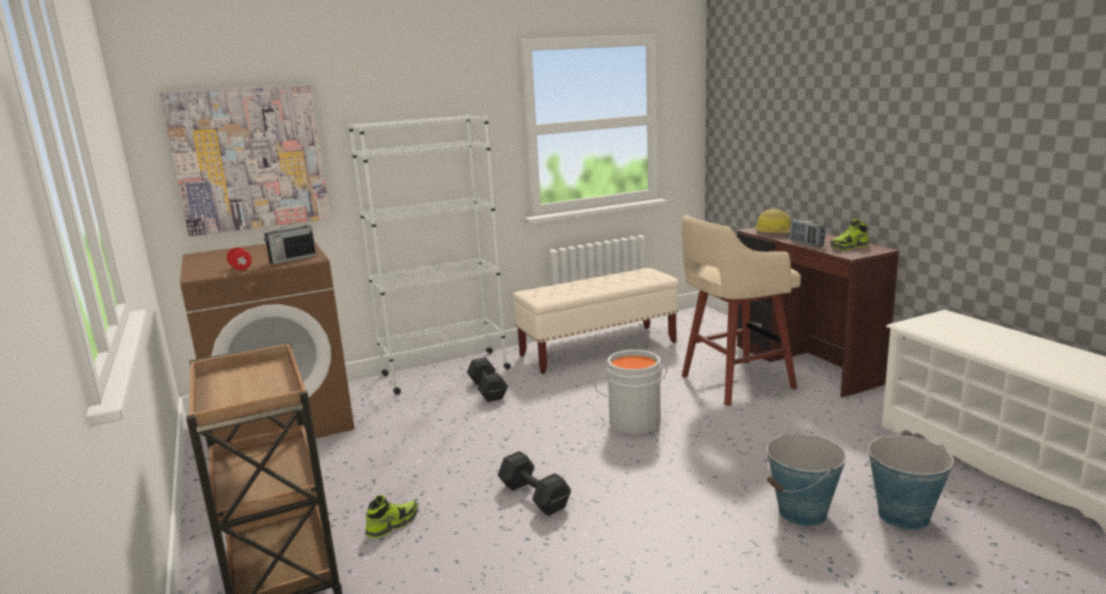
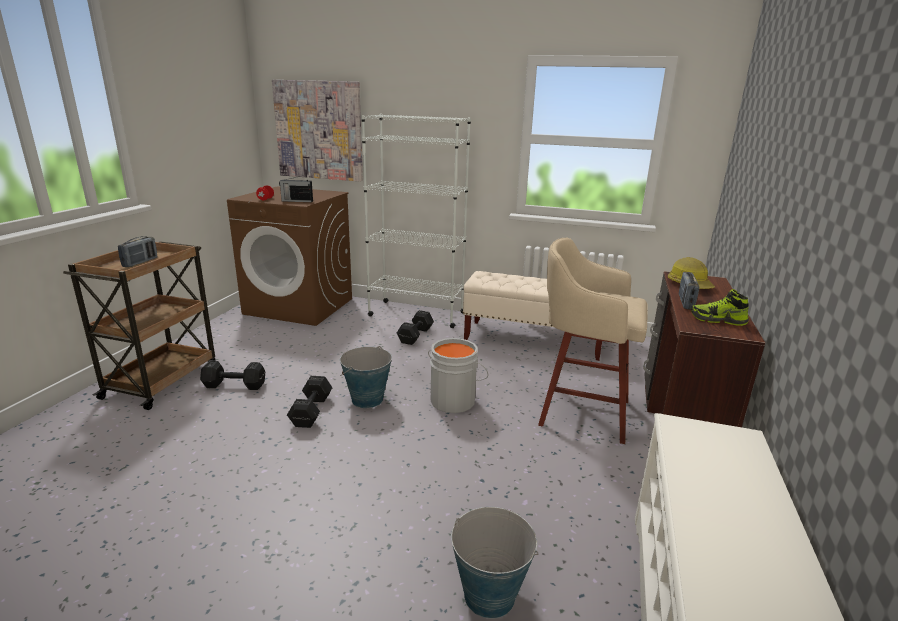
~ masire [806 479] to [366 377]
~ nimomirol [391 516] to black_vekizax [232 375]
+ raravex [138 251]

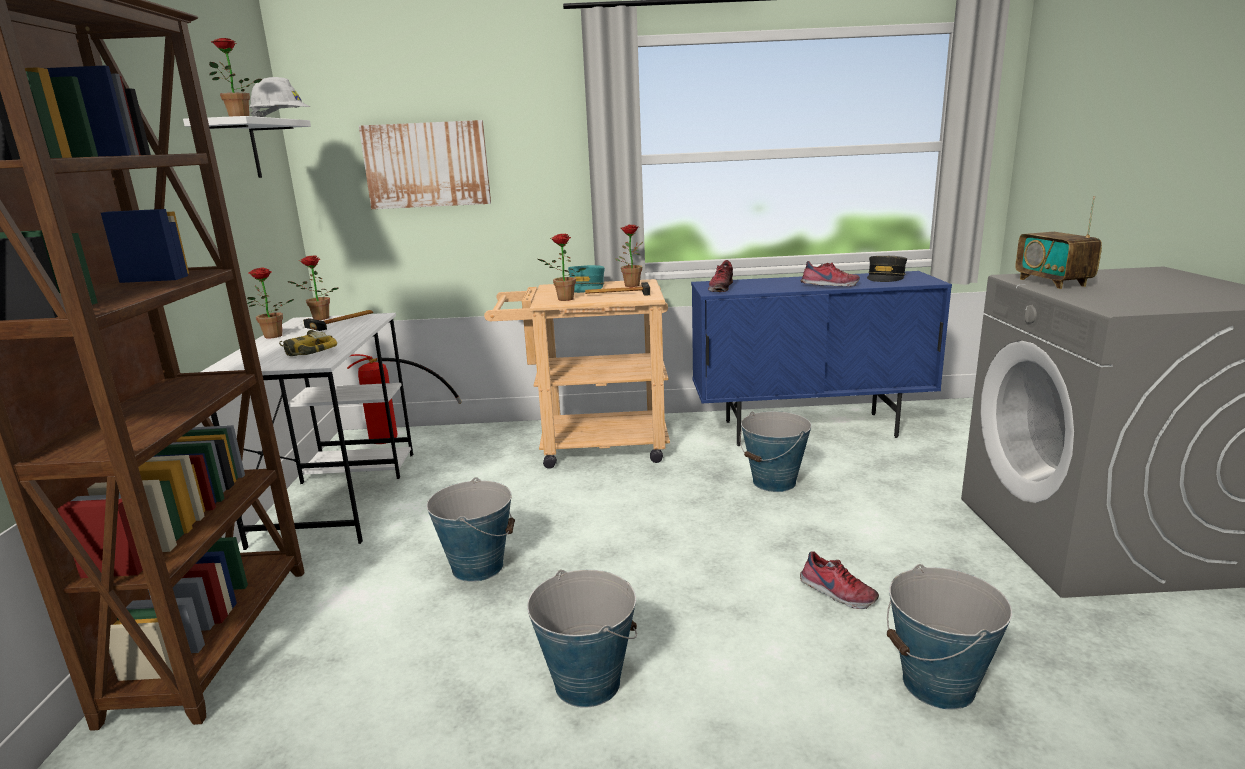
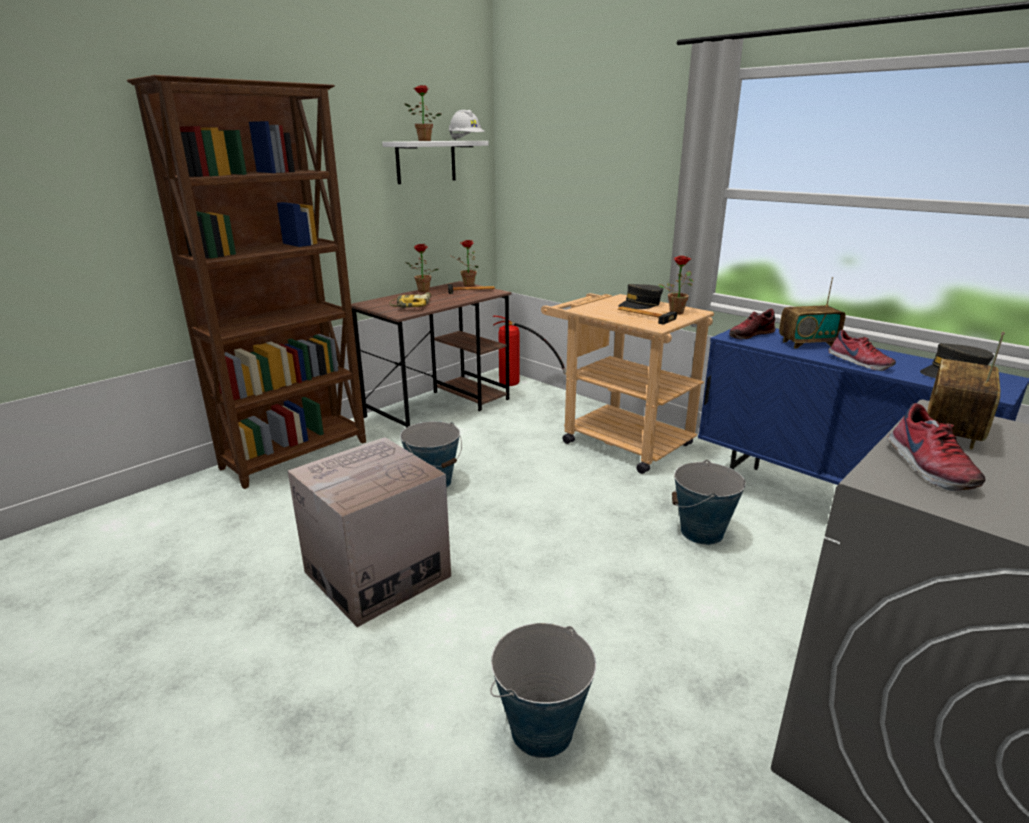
- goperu [425 164]
- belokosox [562 267]
~ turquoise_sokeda [586 279] to grey_sokeda [640 296]
~ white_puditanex [307 431] to brown_puditanex [431 354]
~ nimomirol [839 580] to [935 447]
~ masire [582 639] to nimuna [369 532]
+ raravex [812 313]

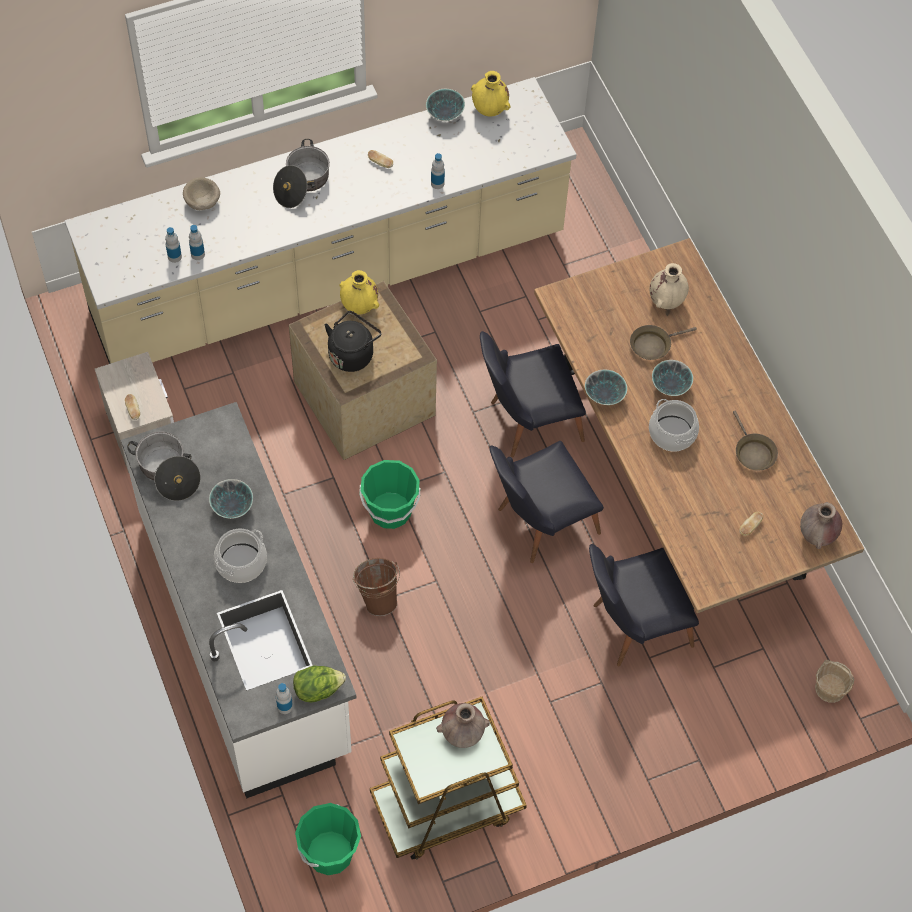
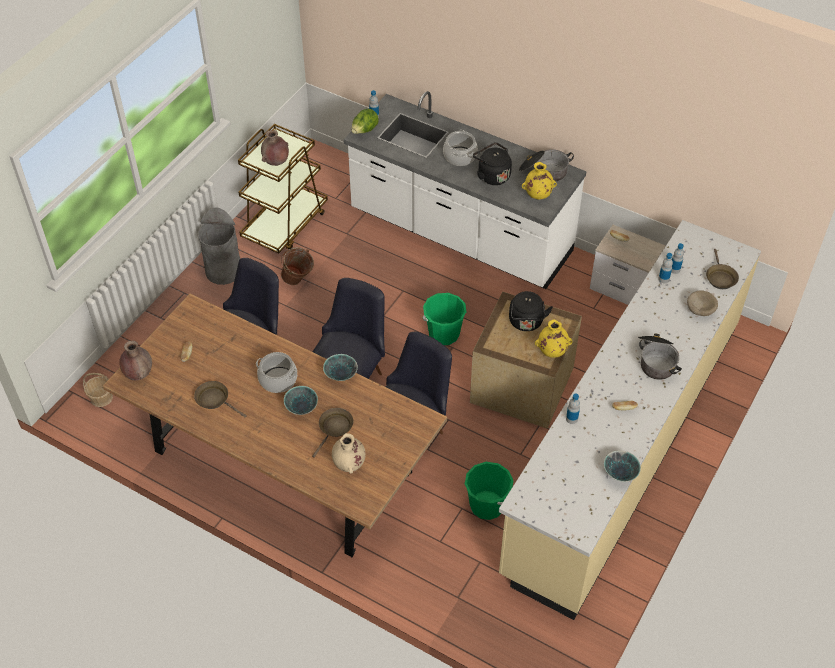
~ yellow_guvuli [491 93] to [539 180]
~ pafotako [231 499] to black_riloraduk [492 163]
~ brown_masire [376 587] to [297 266]
~ green_masire [328 839] to [489 491]
+ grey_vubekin [219 246]
+ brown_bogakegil [722 269]

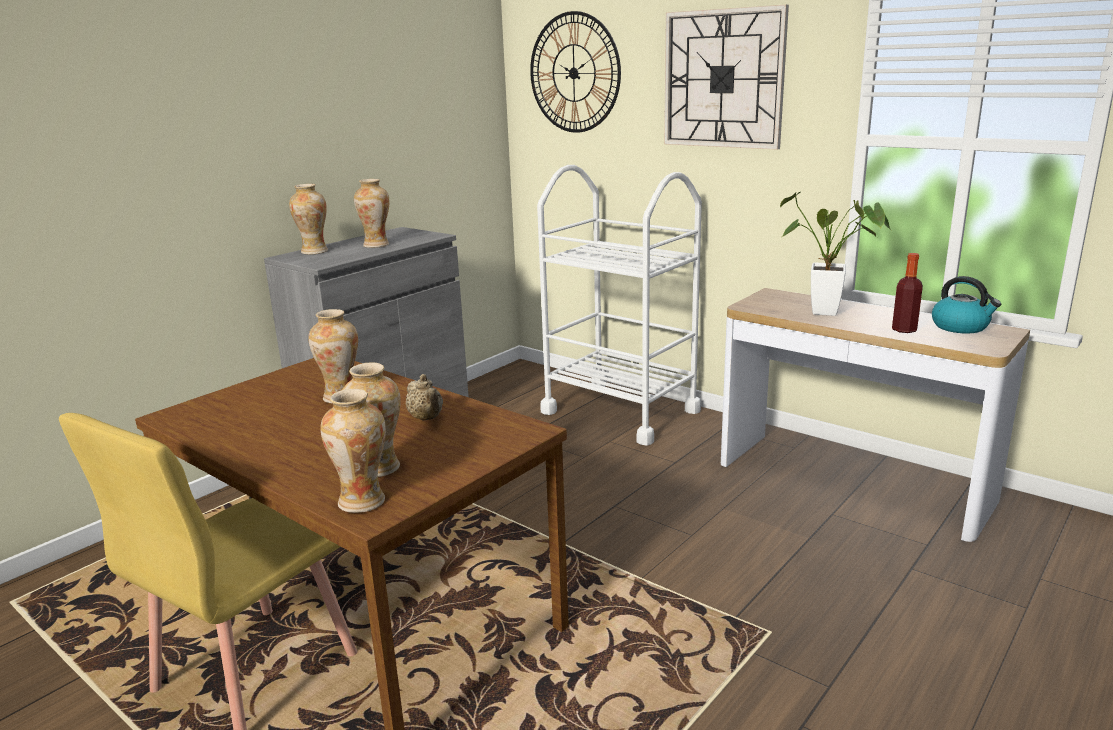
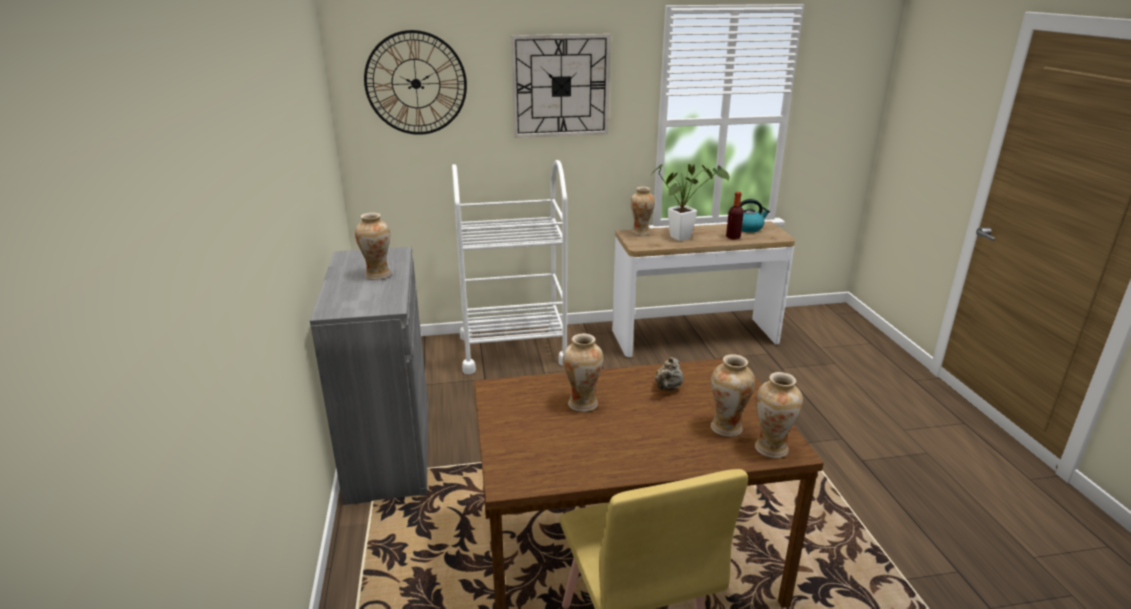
~ guvuli [308 219] to [642 211]
~ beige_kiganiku [424 397] = [669 374] 105 degrees clockwise

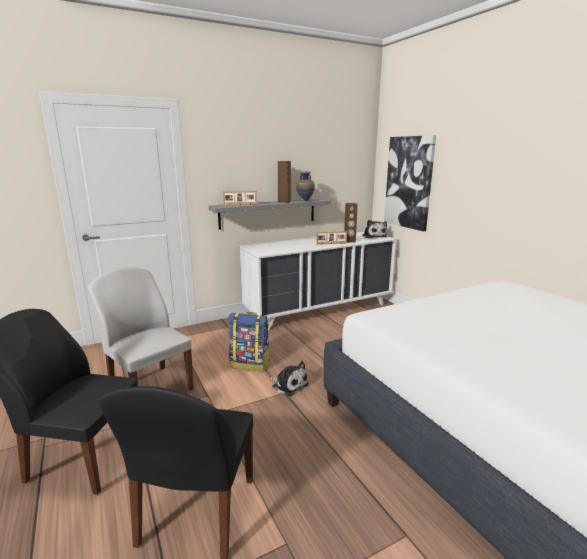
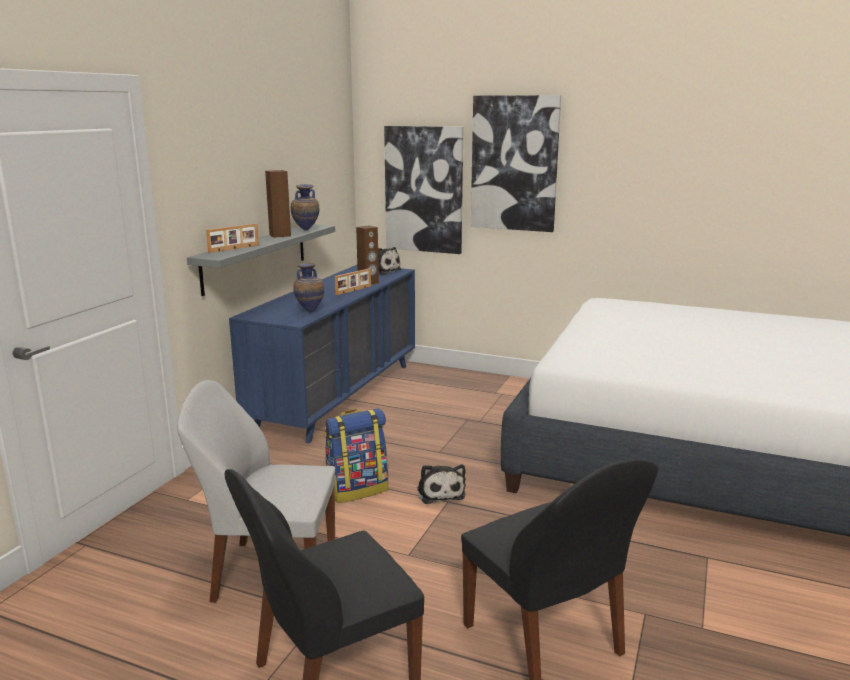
~ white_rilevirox [318 281] to blue_rilevirox [322 354]
~ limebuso [289 378] = [441 484] 75 degrees clockwise
+ goperu [516 163]
+ guvuli [308 288]

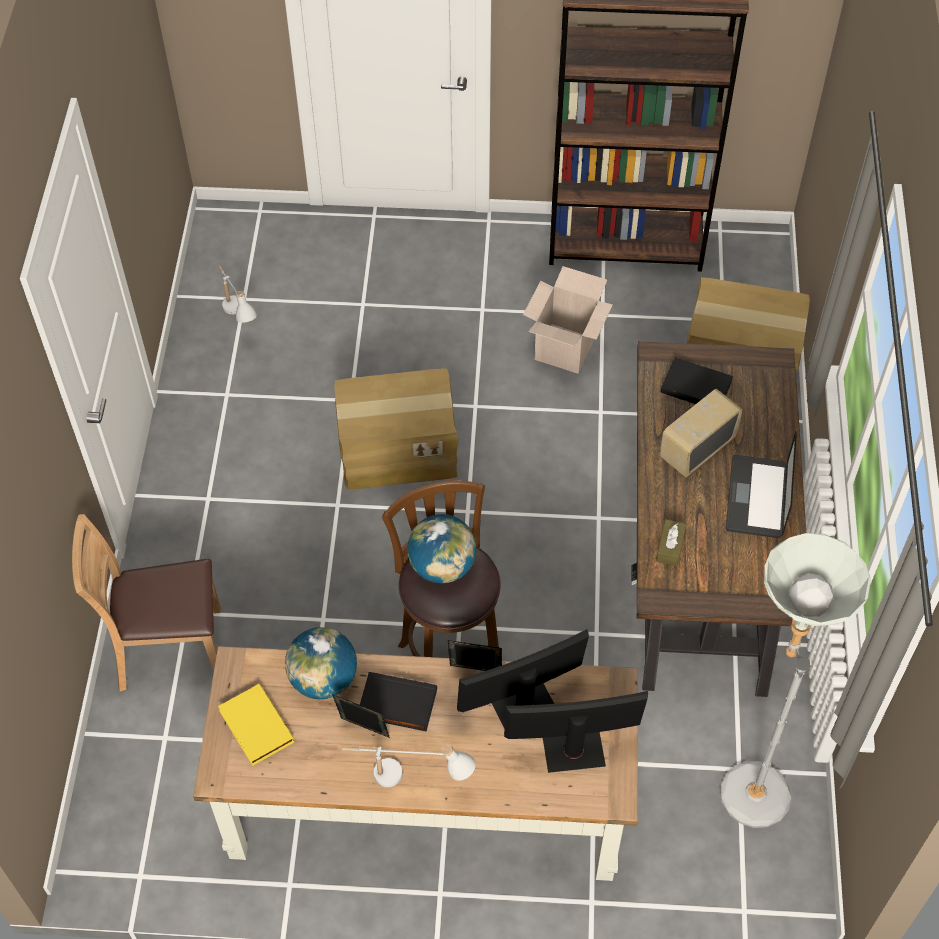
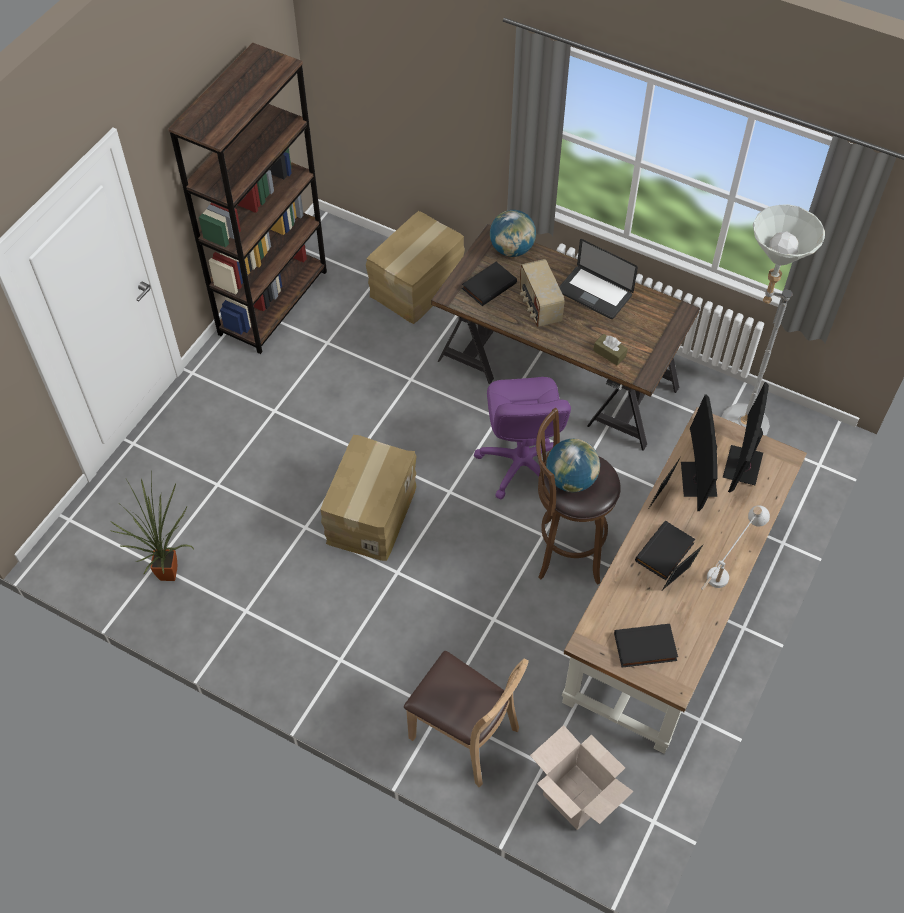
~ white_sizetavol [237 294] to belokosox [152 525]
~ nimuna [568 320] to [582 777]
~ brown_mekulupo [146 603] = [466 719] 75 degrees counterclockwise
~ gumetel [321 663] to [513 233]
~ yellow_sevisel [256 725] to black_sevisel [646 646]
+ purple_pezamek [522 438]

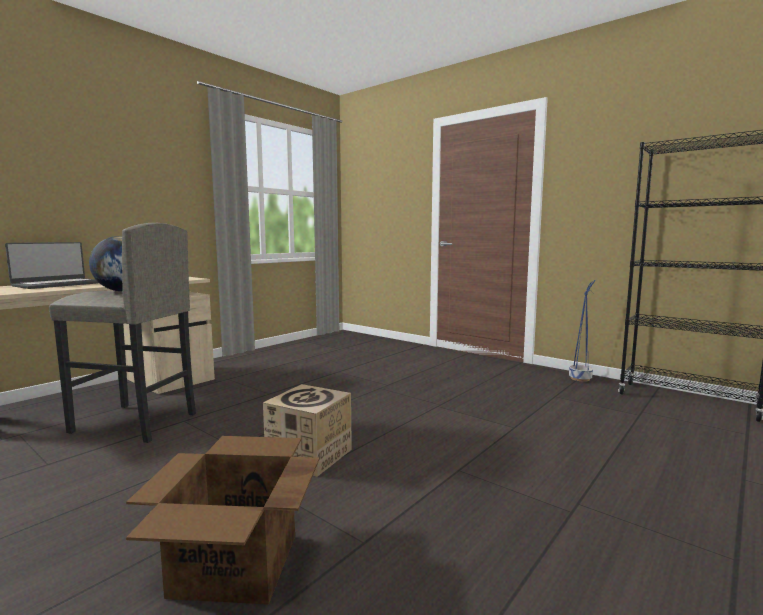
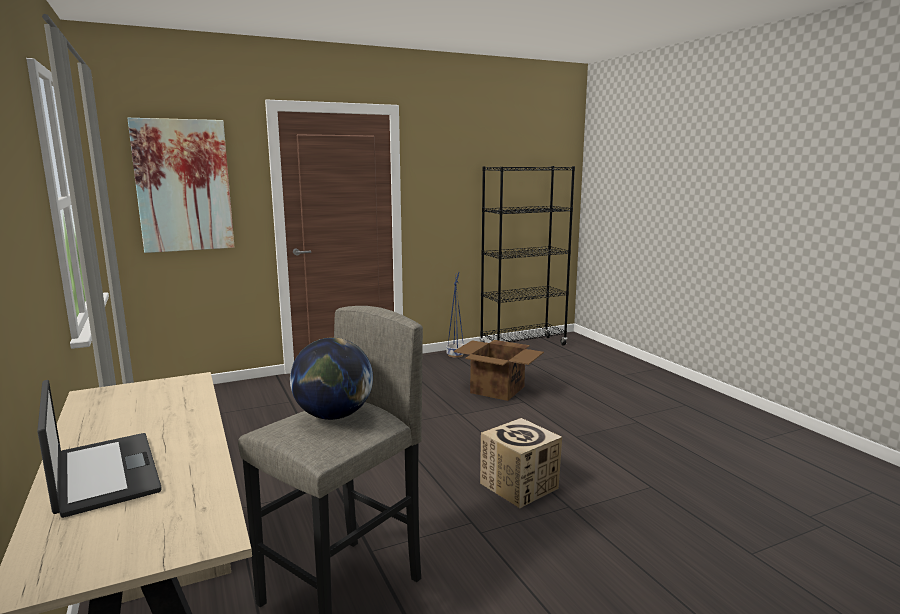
~ nimuna [222 520] to [499 370]
+ goperu [181 185]

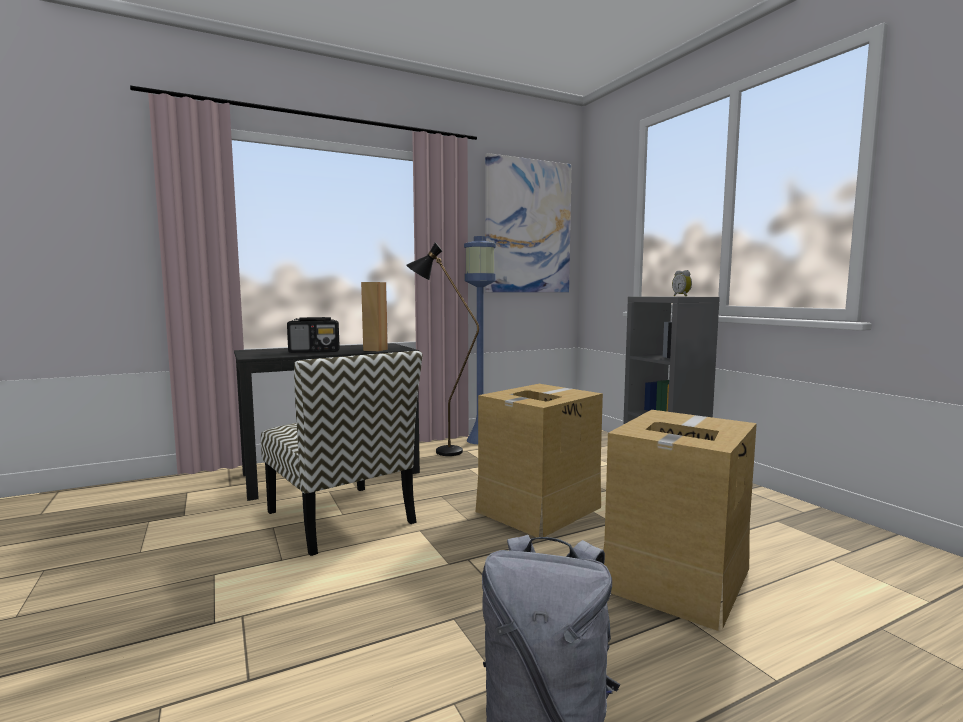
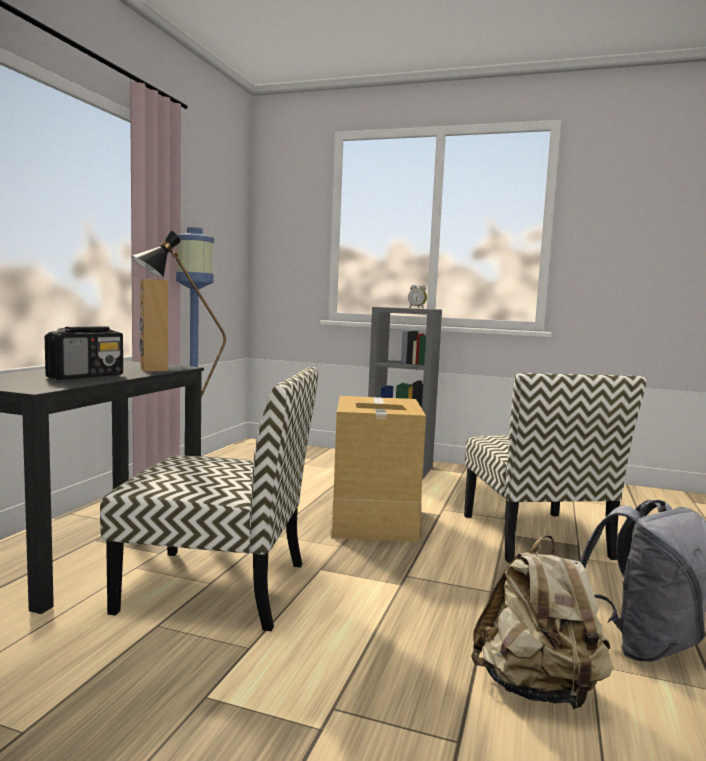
- goperu [528 222]
~ nimuna [680 520] to mekulupo [555 468]
+ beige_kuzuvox [542 622]

